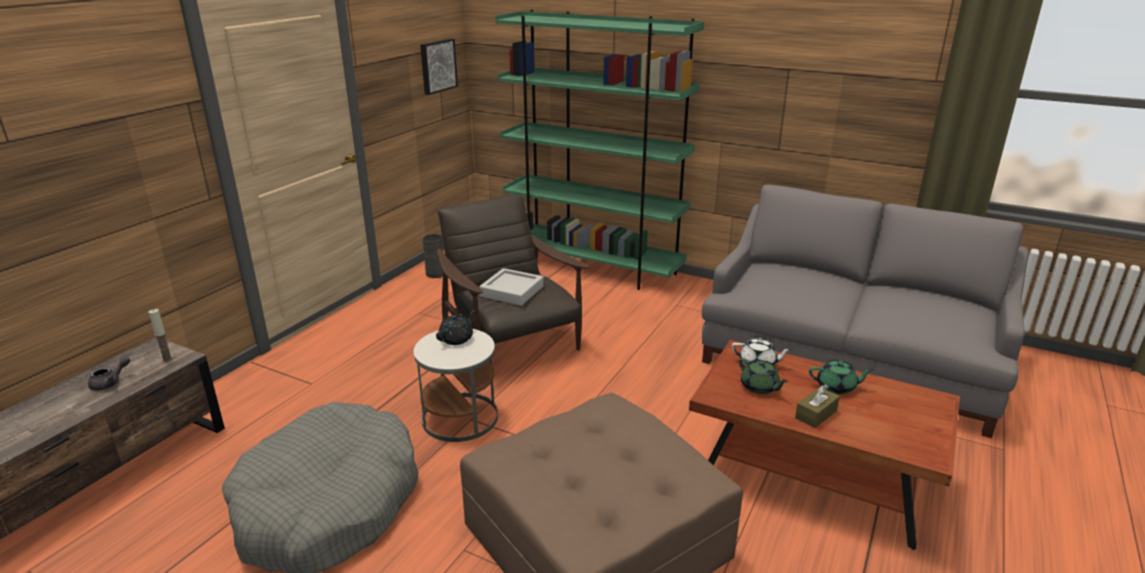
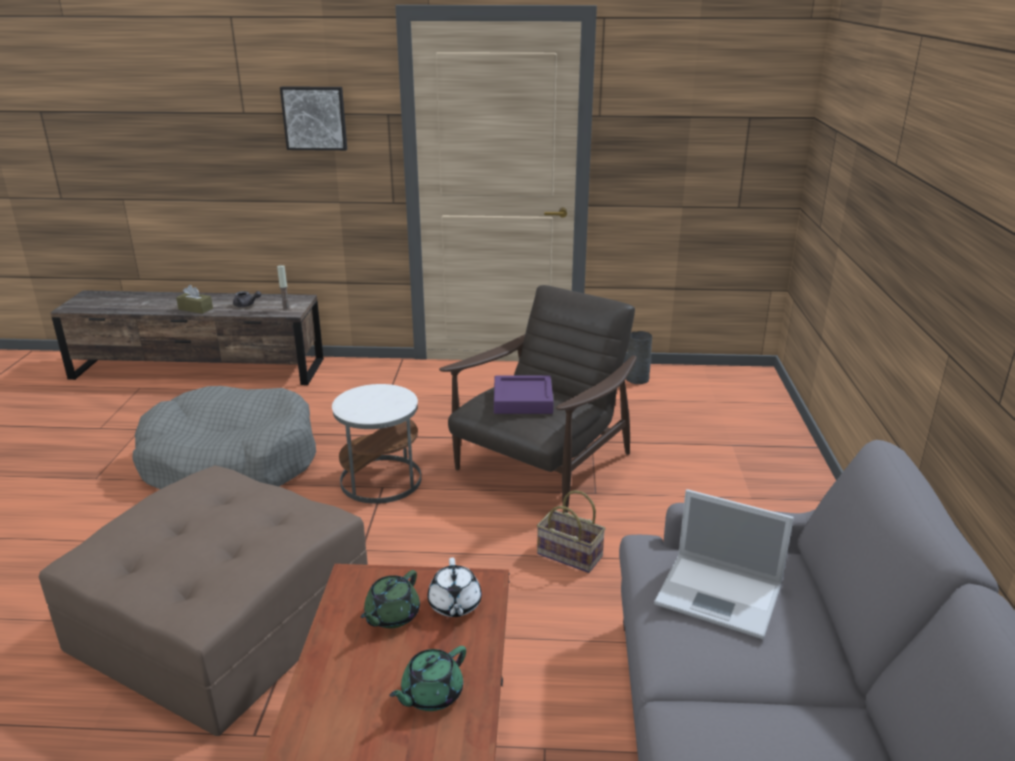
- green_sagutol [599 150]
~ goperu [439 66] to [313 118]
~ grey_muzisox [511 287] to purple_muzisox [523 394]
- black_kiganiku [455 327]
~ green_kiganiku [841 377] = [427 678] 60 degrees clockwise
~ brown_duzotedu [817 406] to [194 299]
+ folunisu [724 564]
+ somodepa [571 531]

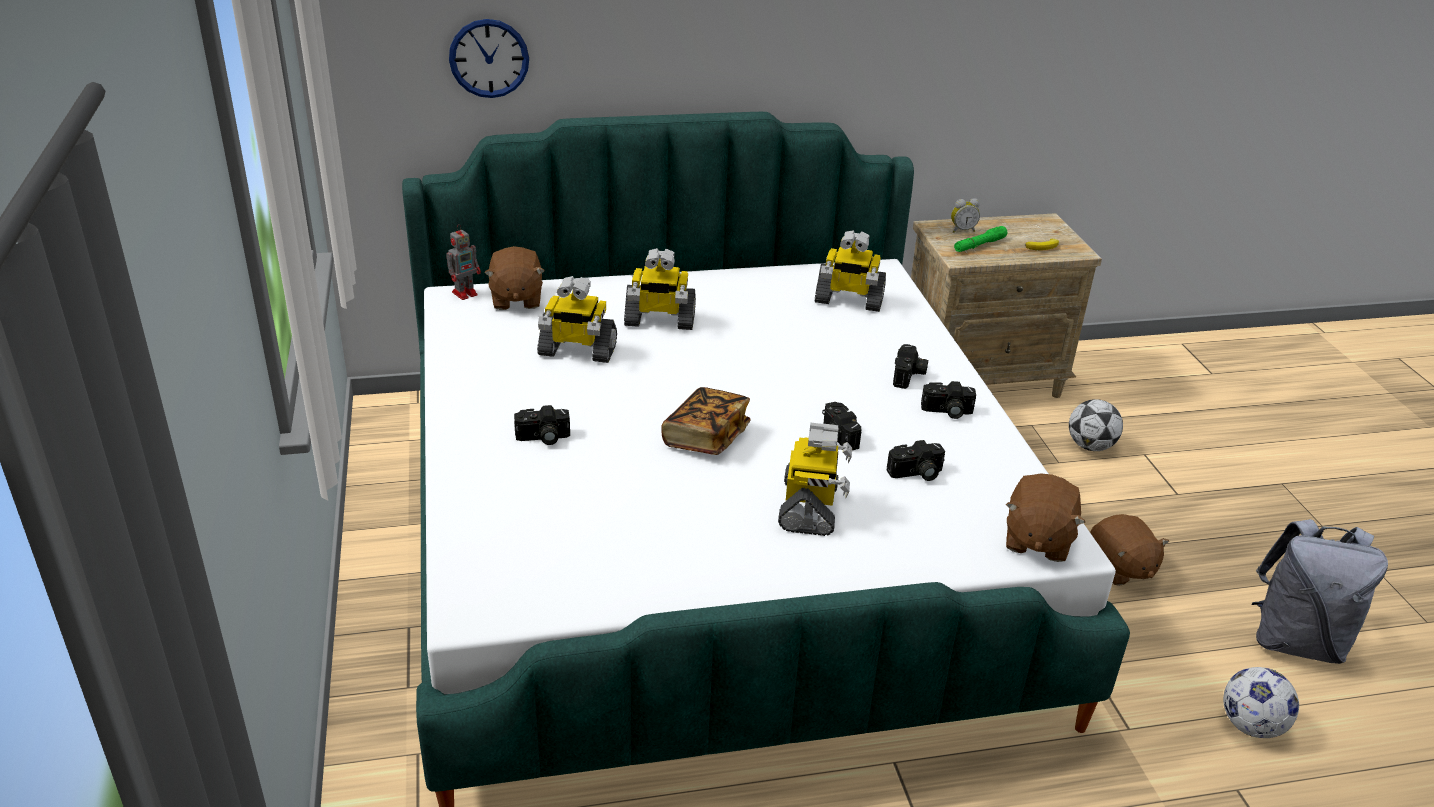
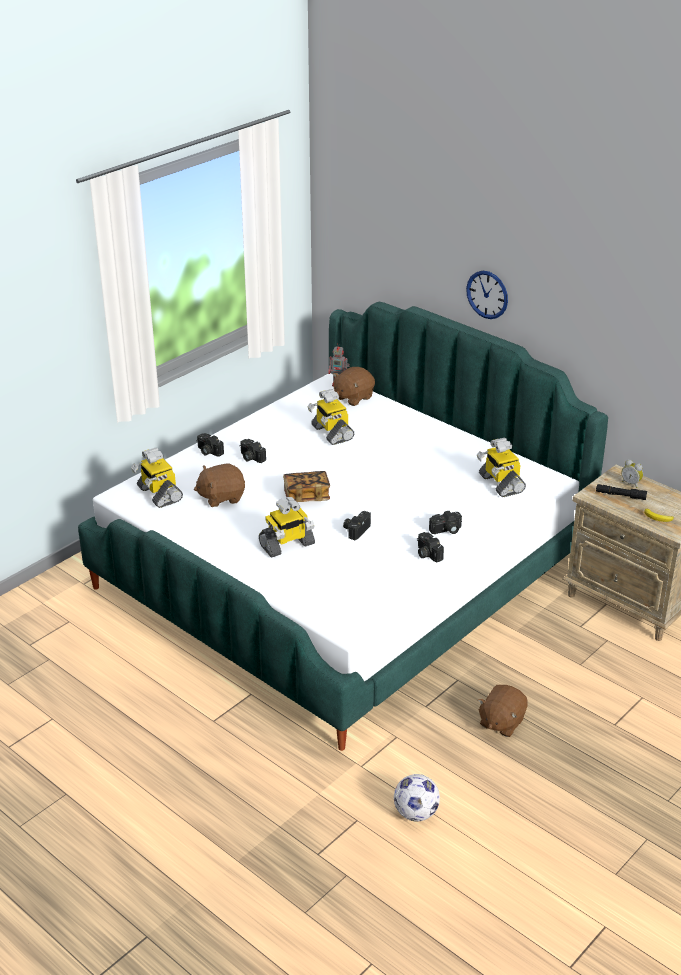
~ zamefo [489 58] to [487 295]
~ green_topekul [980 239] to black_topekul [621 492]
~ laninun [660 289] to [157 478]
- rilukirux [1096 425]
~ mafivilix [916 460] to [210 445]
~ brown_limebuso [1046 517] to [219 485]
- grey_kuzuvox [1319 591]

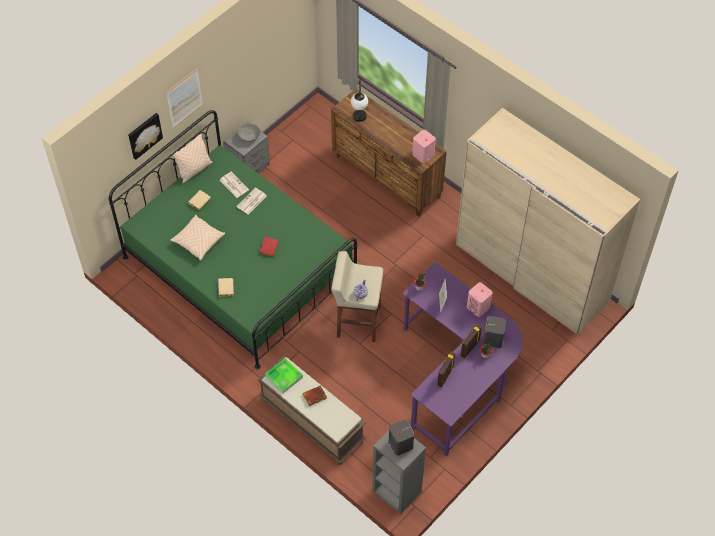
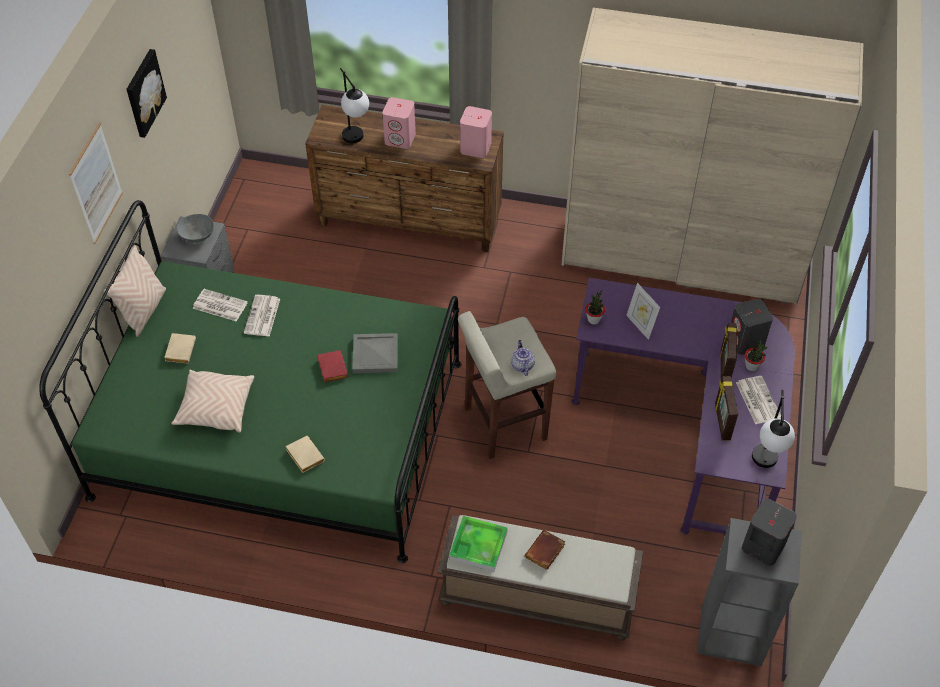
~ goperu [145 136] to [147 93]
~ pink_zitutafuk [479 299] to [399 123]
+ grey_muzisox [375 353]
+ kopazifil [758 400]
+ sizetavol [773 429]

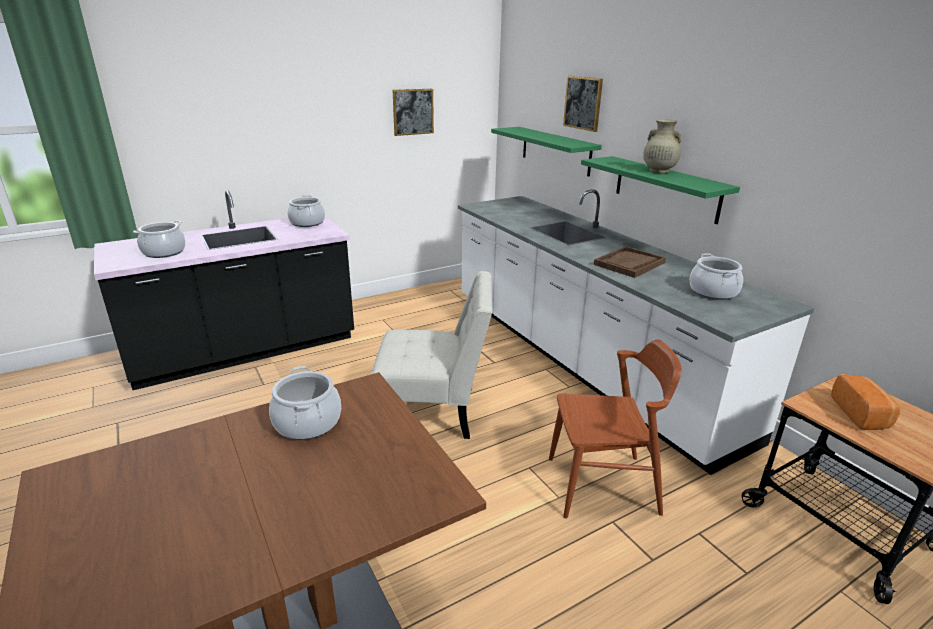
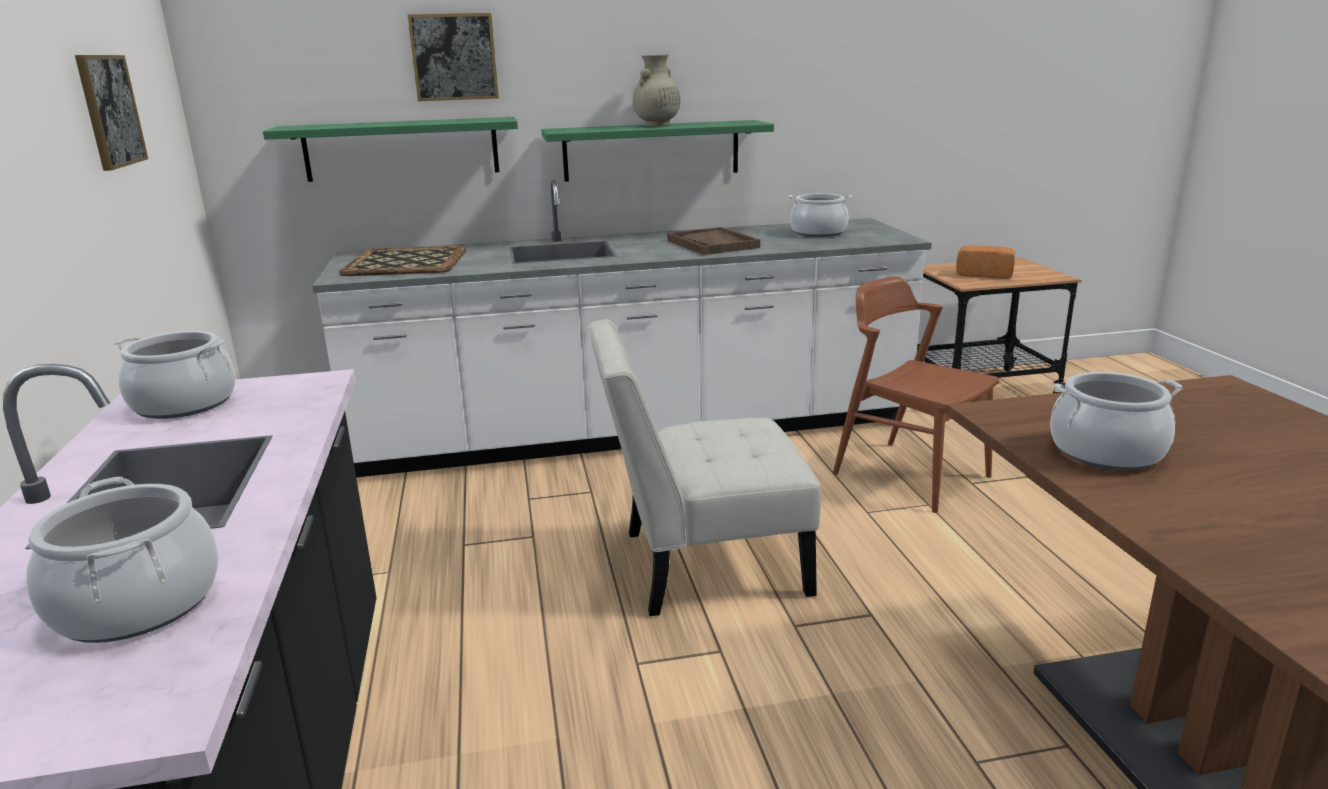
~ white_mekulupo [432 355] = [705 467] 120 degrees counterclockwise
~ brown_mekulupo [615 429] = [916 394] 60 degrees counterclockwise
+ muzisox [403 261]

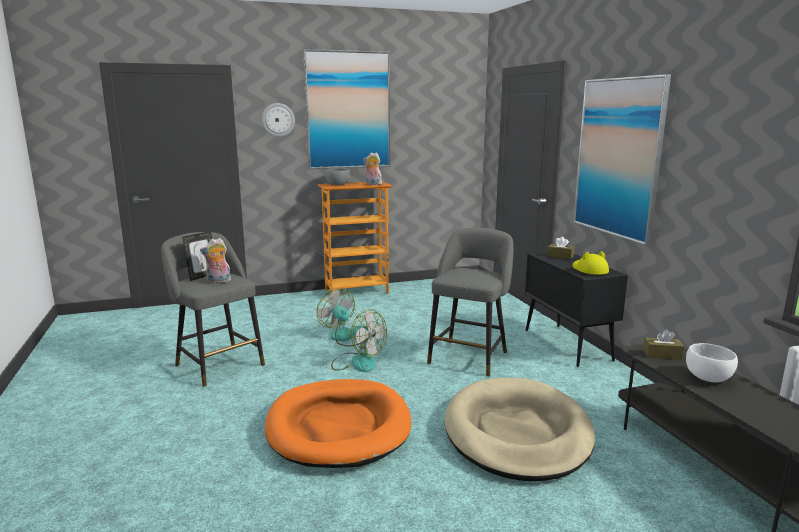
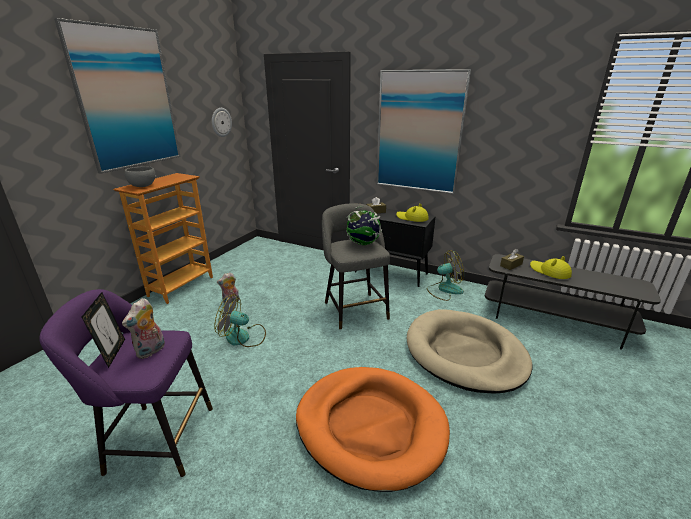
~ zamefo [278 120] to [222 122]
~ limebuso [372 169] to [228 287]
~ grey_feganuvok [213 309] to purple_feganuvok [126 383]
~ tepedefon [359 340] to [445 275]
~ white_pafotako [712 362] to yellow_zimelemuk [551 267]
+ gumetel [364 225]

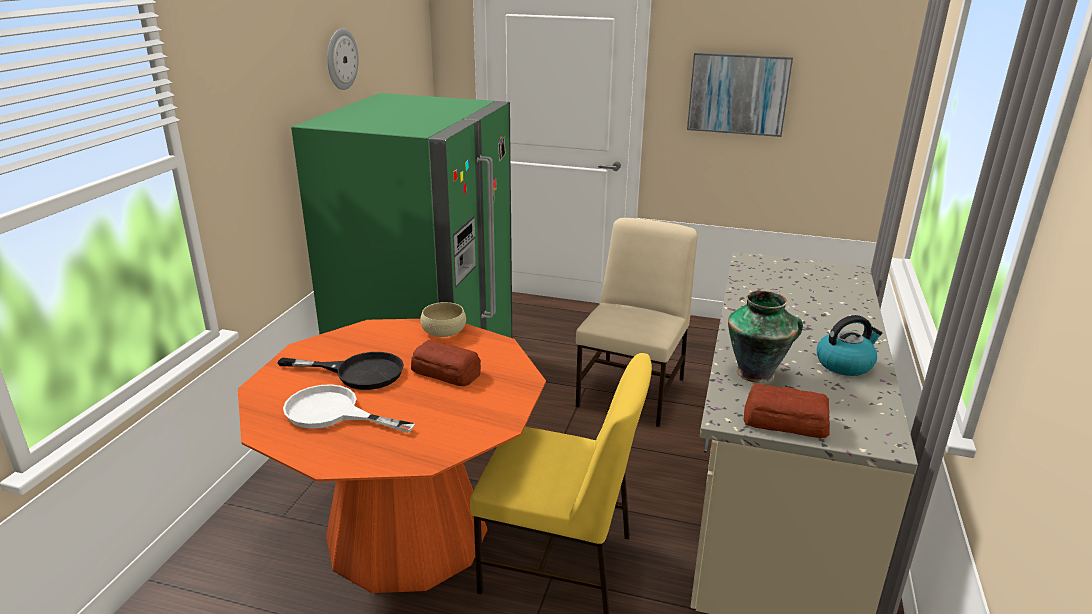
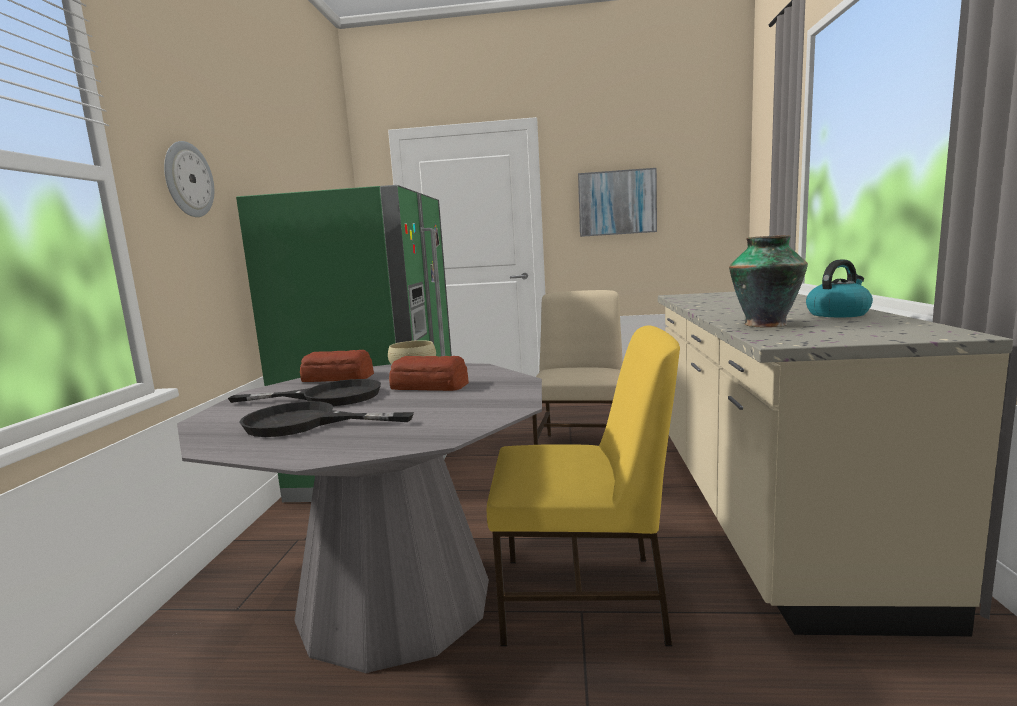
~ zamefo [343 59] to [189 179]
~ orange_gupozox [392 456] to grey_gupozox [359 518]
~ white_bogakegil [349 408] to black_bogakegil [326 419]
~ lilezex [786 411] to [337 366]

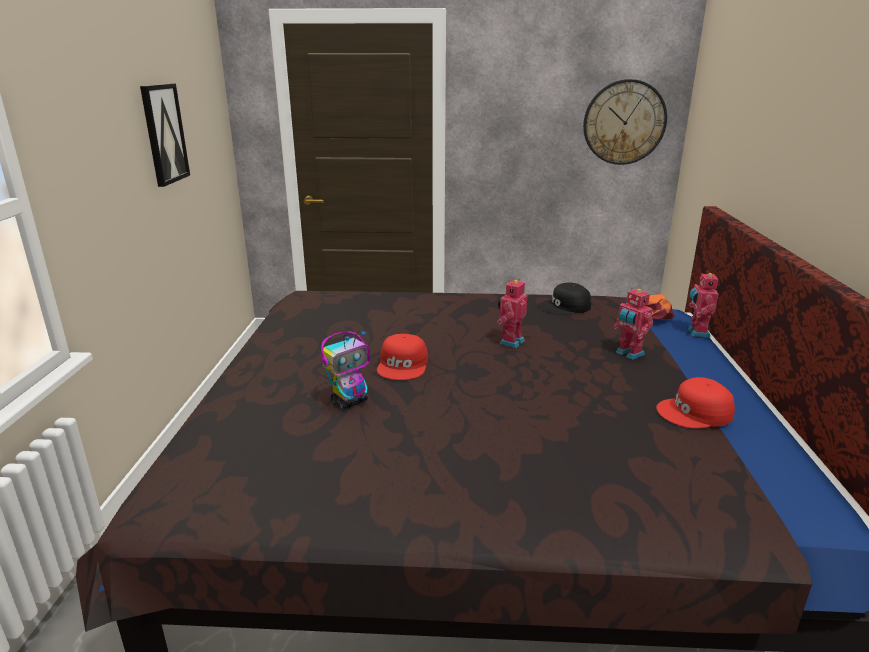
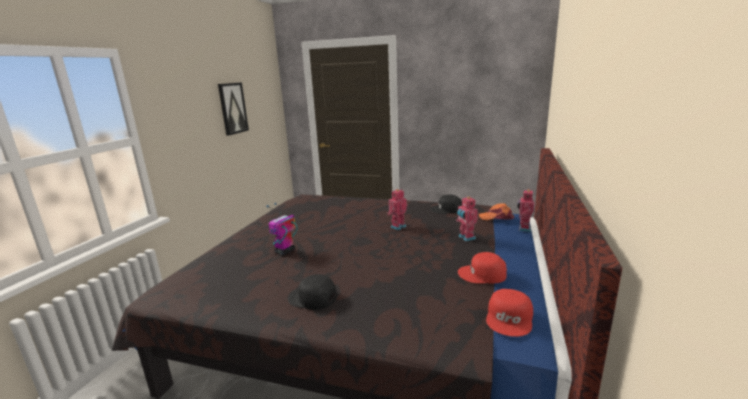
- zamefo [625 122]
~ laninun [345 370] = [282 229] 150 degrees clockwise
~ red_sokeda [402 357] to [509 313]
+ black_sokeda [312 292]

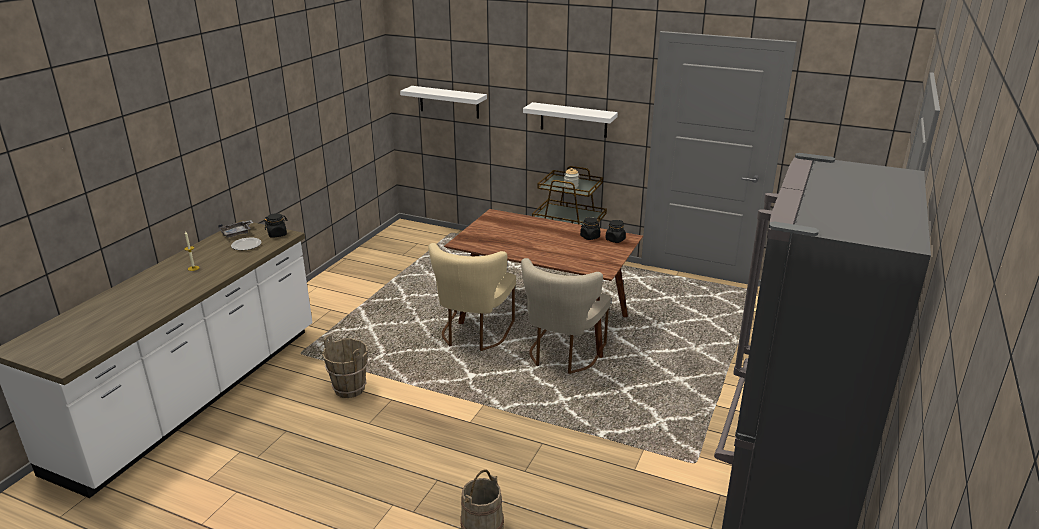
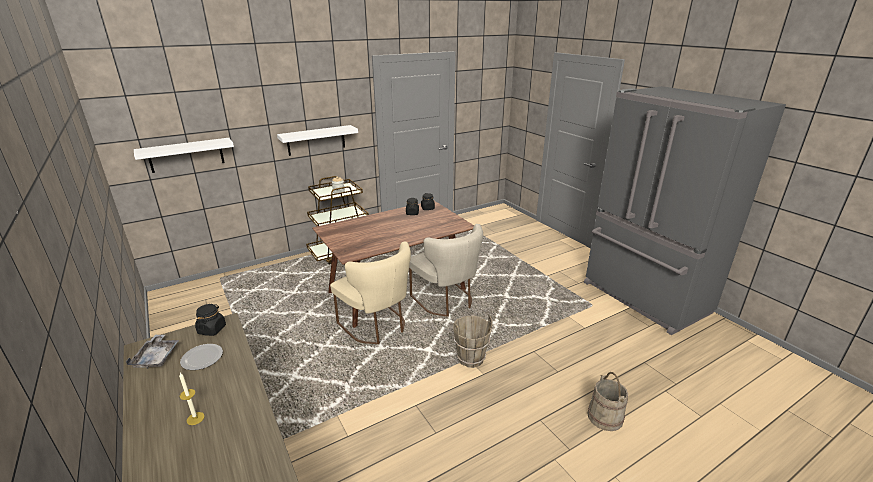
~ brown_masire [345 366] to [472 341]

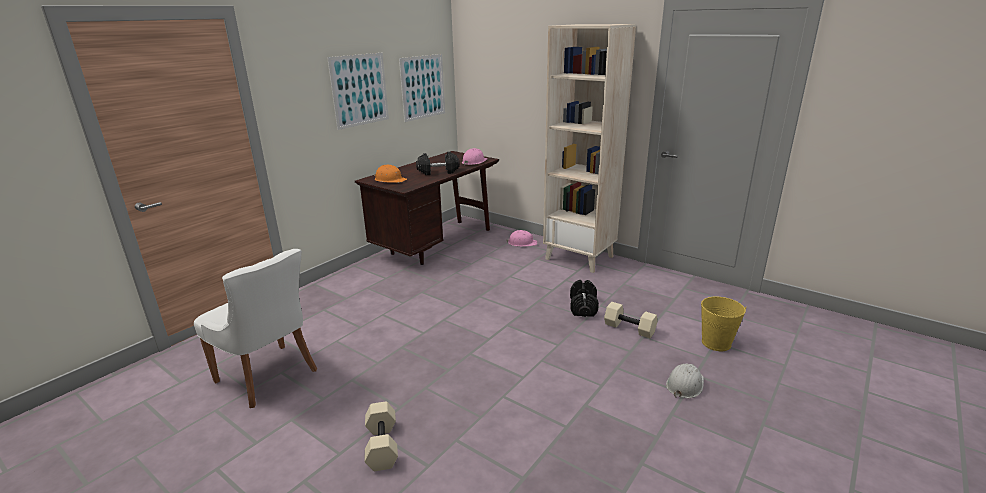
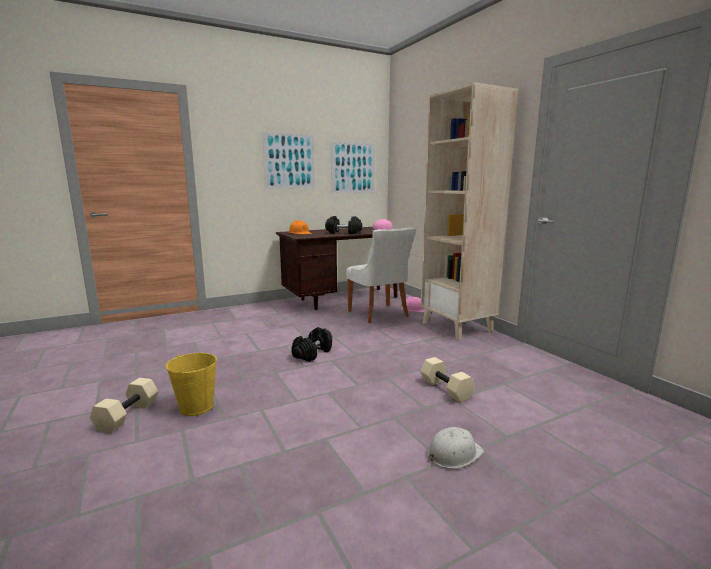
~ white_mekulupo [255 328] to [381 275]
~ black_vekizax [584 298] to [311 344]
~ yellow_masire [724 324] to [191 384]

